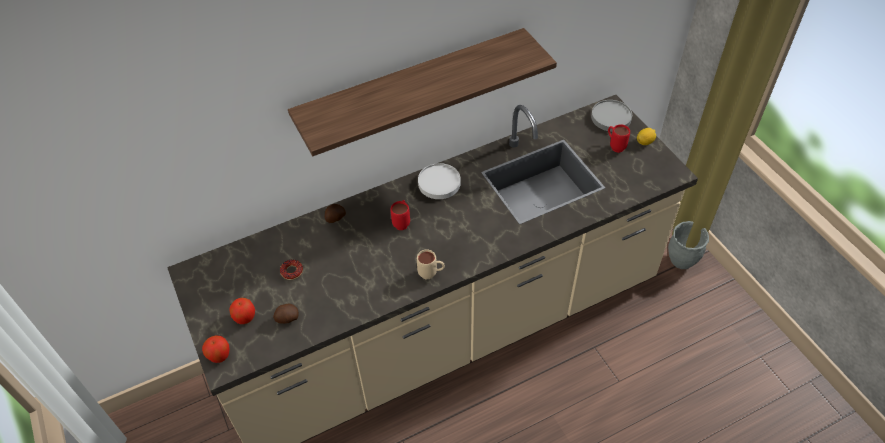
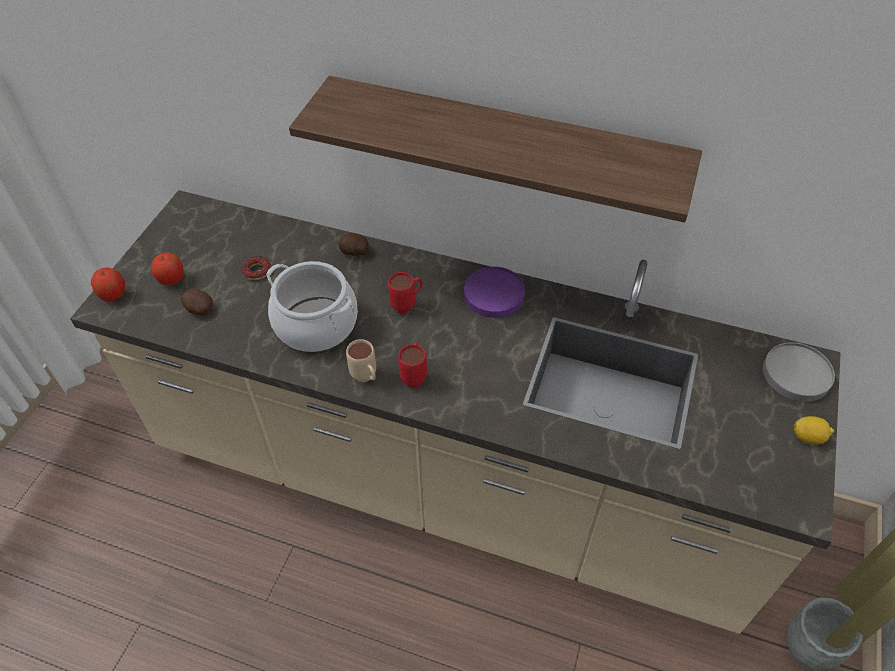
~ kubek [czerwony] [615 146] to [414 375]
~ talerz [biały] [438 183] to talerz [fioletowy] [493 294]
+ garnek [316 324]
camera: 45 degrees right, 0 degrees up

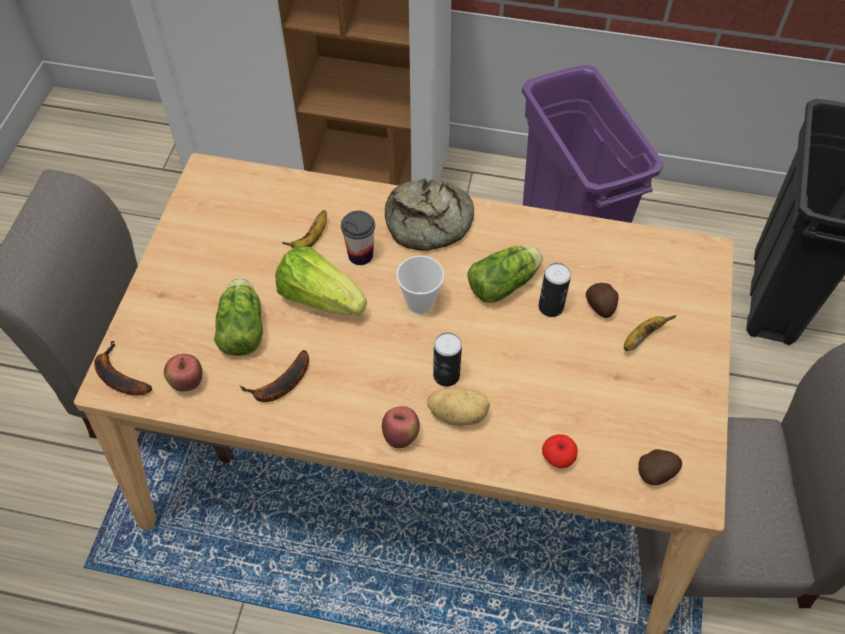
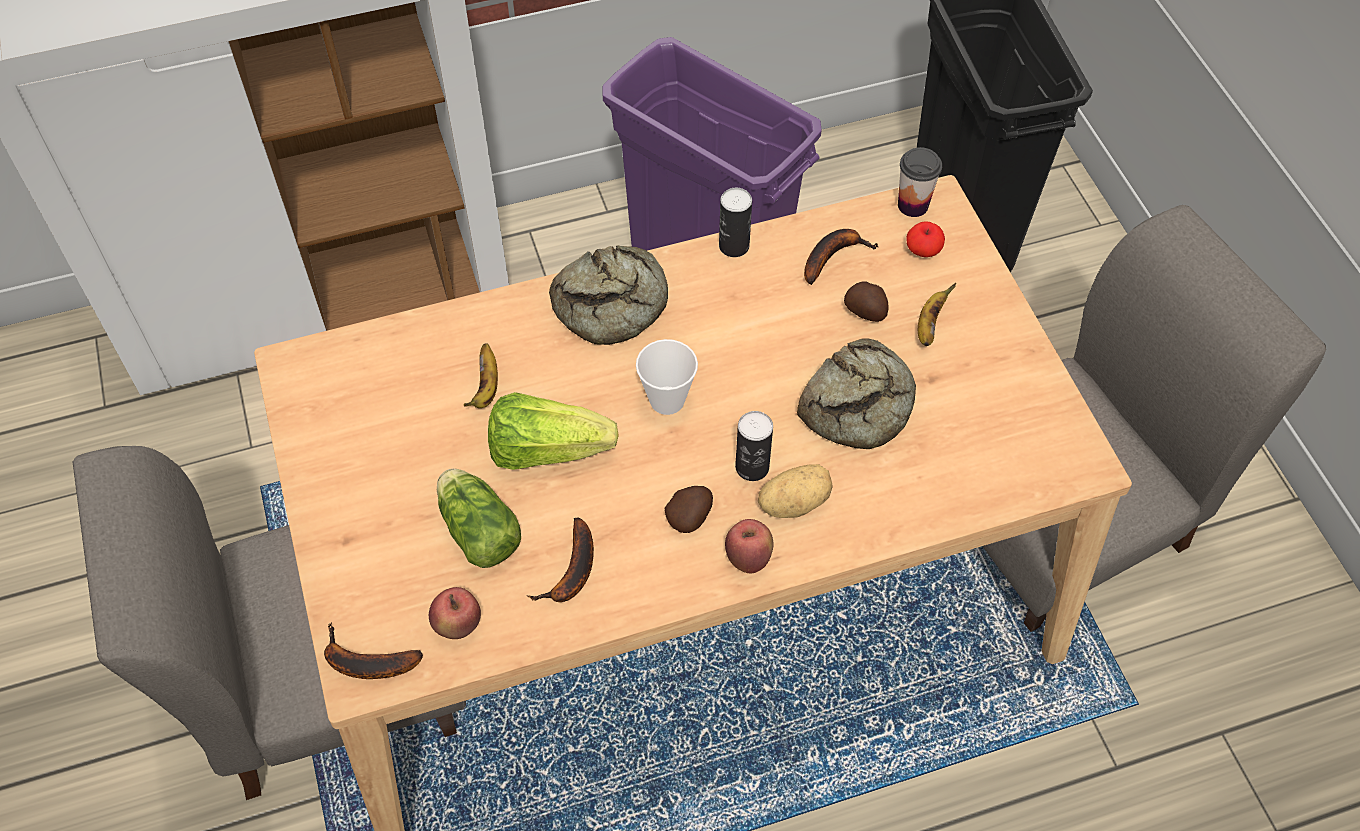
~ filiżanka [360 255] to [913 205]
- sałata [505 283]
~ puszka [551 307] to [734 246]
~ jabłko [557 458] to [922 251]
~ ziemniak [657 473] to [690 517]
+ banan [833 256]
+ chleb [860 403]
camera: 30 degrees left, 0 degrees up

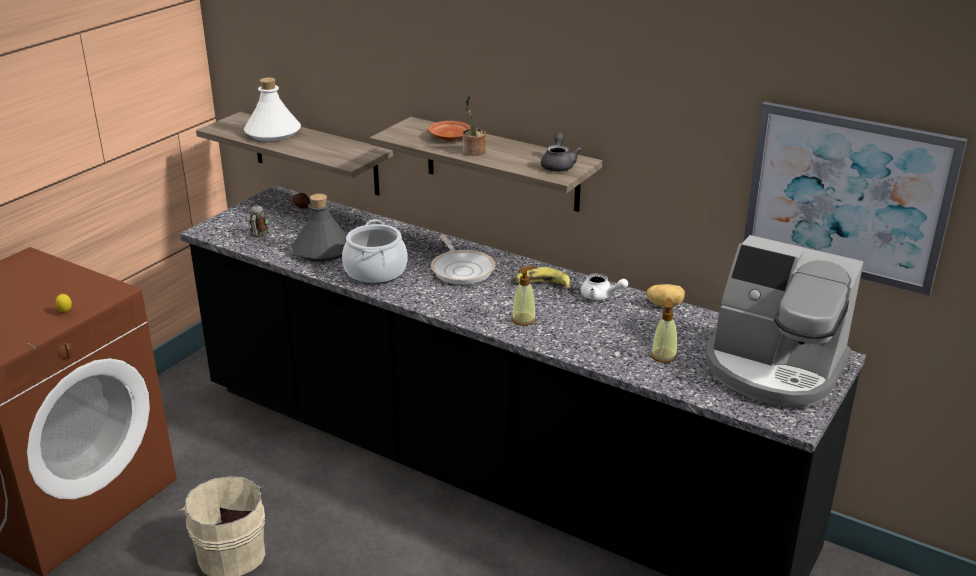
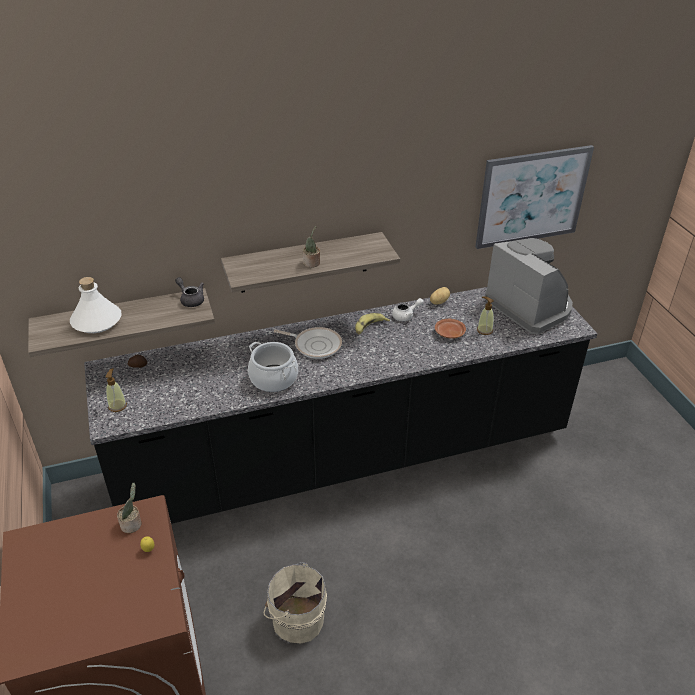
~ talerz [brązowy] [449 137] to [449 333]
~ imbryk [szary] [558 165] to [191 299]
- butelka [szary] [323 250]
- kubek [259 235]
~ ekspres do kawy [773 369] = [529 306] 105 degrees counterclockwise
~ dozownik mydła [524 319] to [117 406]
+ roślina doniczkowa [132 524]
camera: 50 degrees left, 10 degrees up

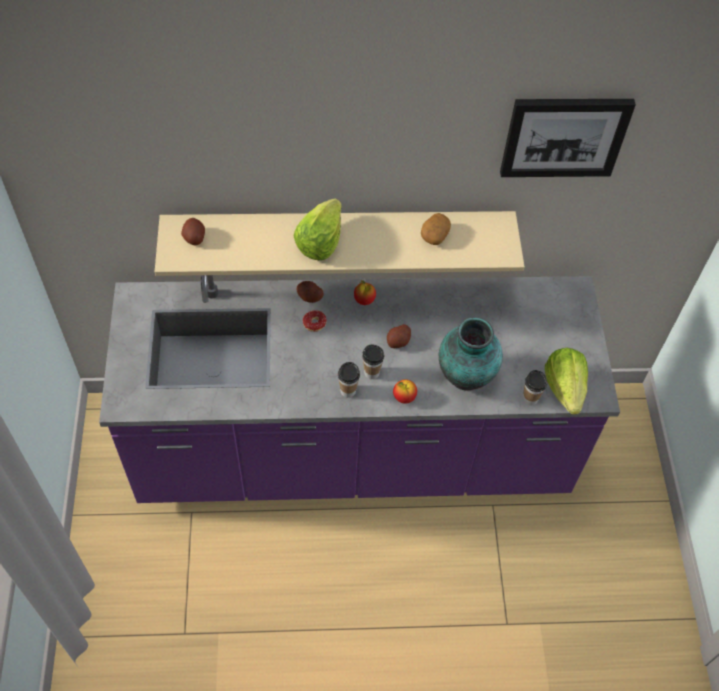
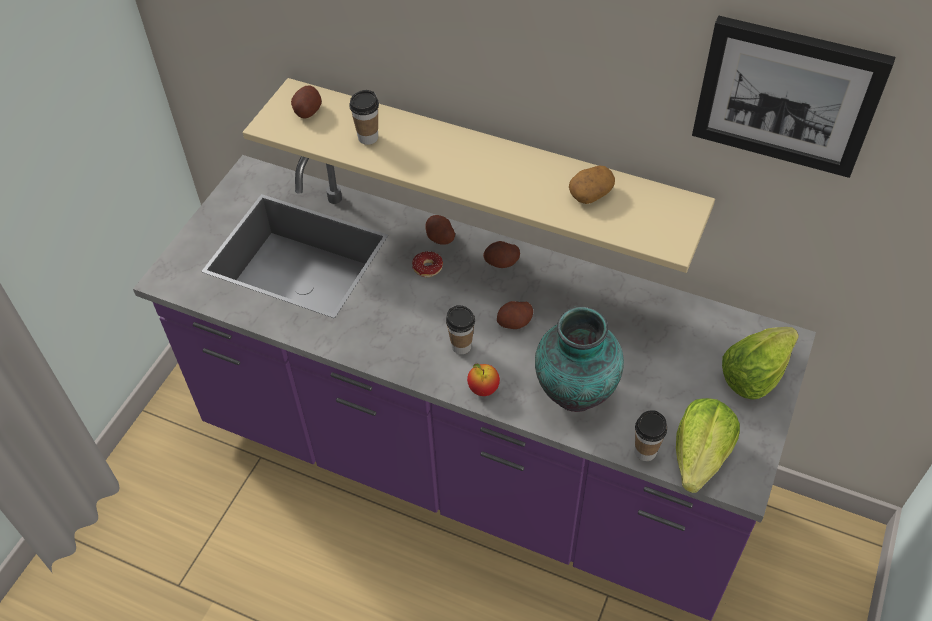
~ sałata [320 242] to [754 375]
~ jabłko [364 300] to ziemniak [501 262]
~ filiżanka [348 391] to [368 137]
camera: 30 degrees right, 5 degrees down

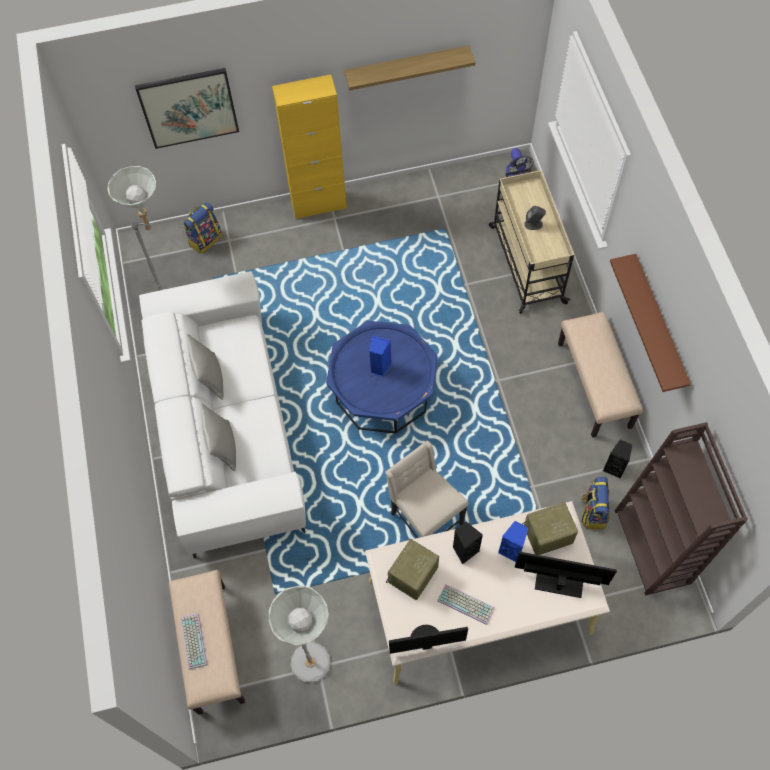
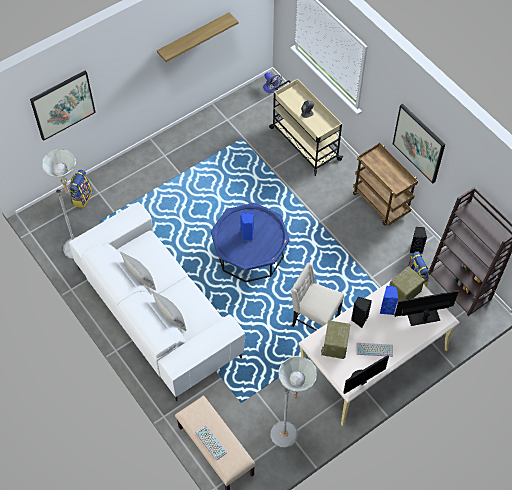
- szafka [żółty] [318 204]
~ półka [brązowy] [659 324] to obraz [419 143]
~ ławka [beżowy] [595 385] to wózek [brązowy] [381 203]
camera: 25 degrees left, 5 degrees down

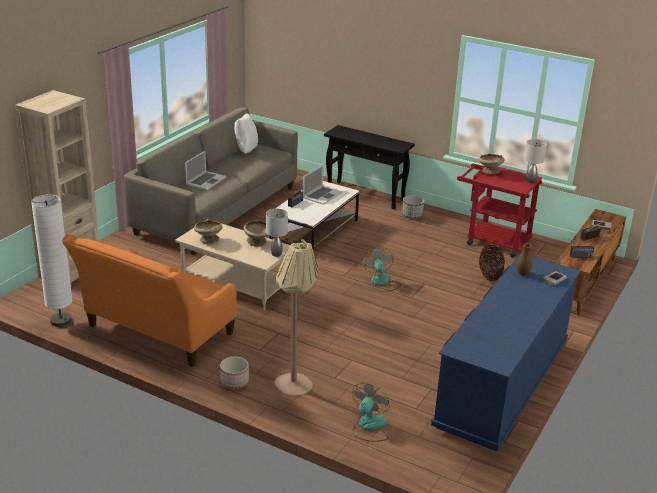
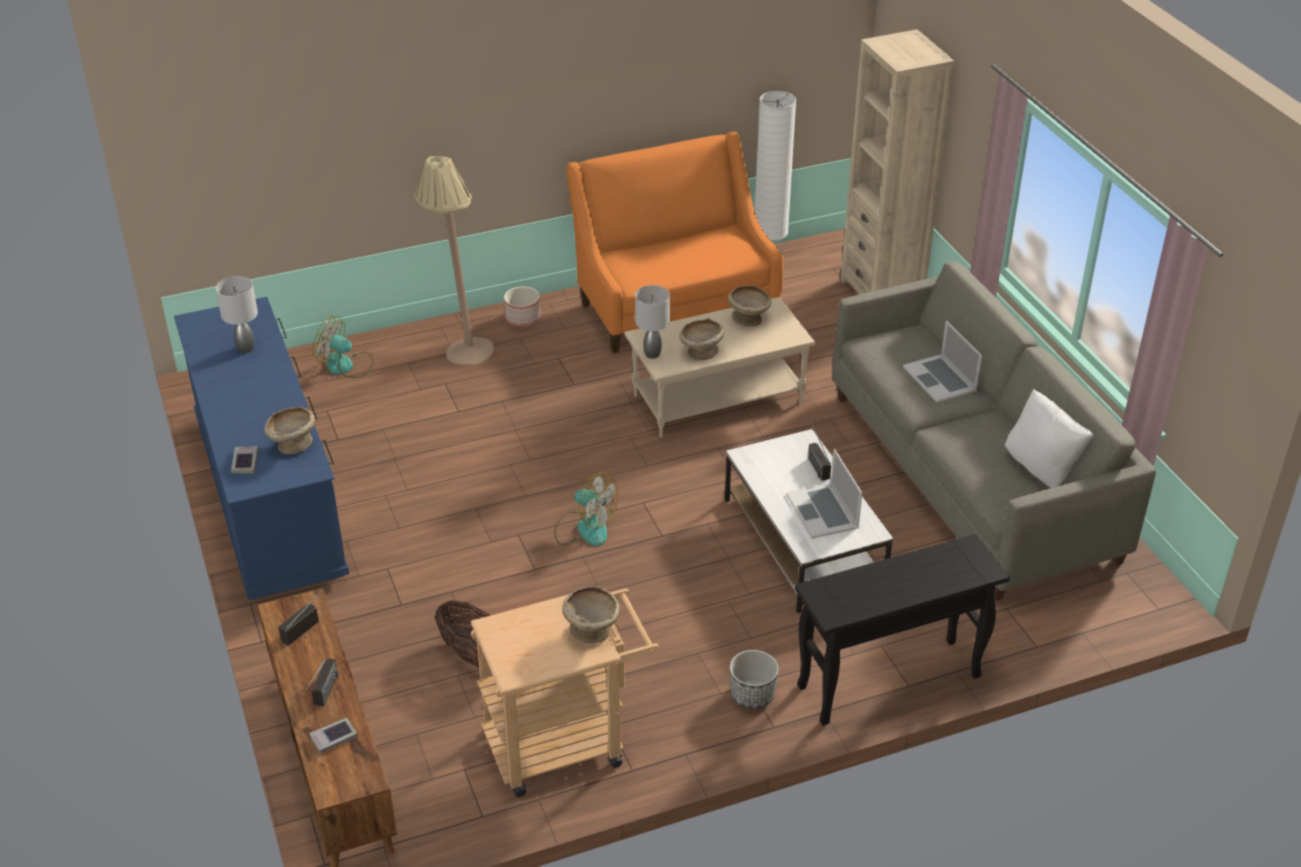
~ lampa stołowa [szary] [530 181] to [246 348]
~ wózek [czerwony] [492 240] to wózek [beżowy] [566 742]
~ wazon [brązowy] [523 274] to miska [beżowy] [293 445]
~ wentylator [369 427] = [346 366] 135 degrees clockwise
camera: 130 degrees right, 10 degrees up

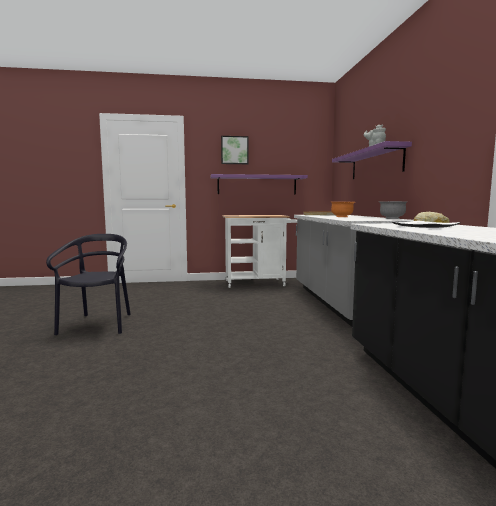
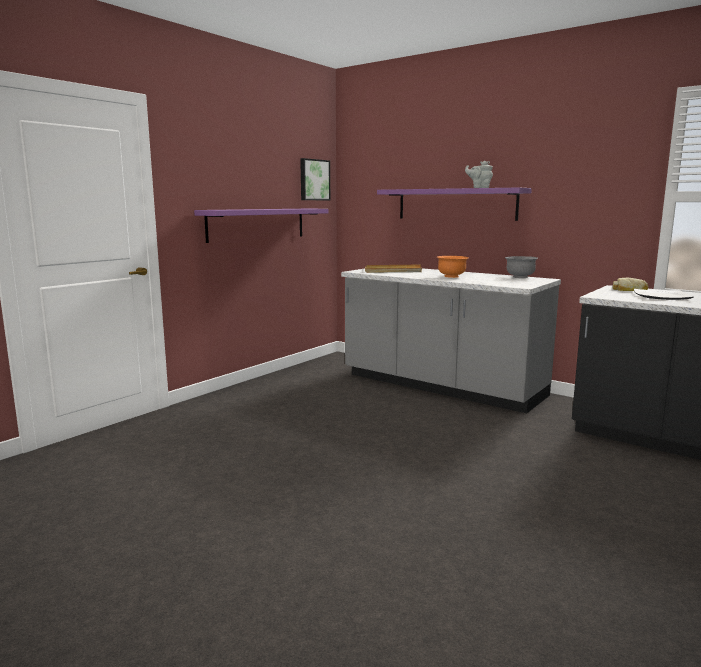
~ obraz [234 150] to [314 180]
- wózek [biały] [259 283]
- krzesło [czarny] [98 324]
camera: 45 degrees left, 5 degrees up

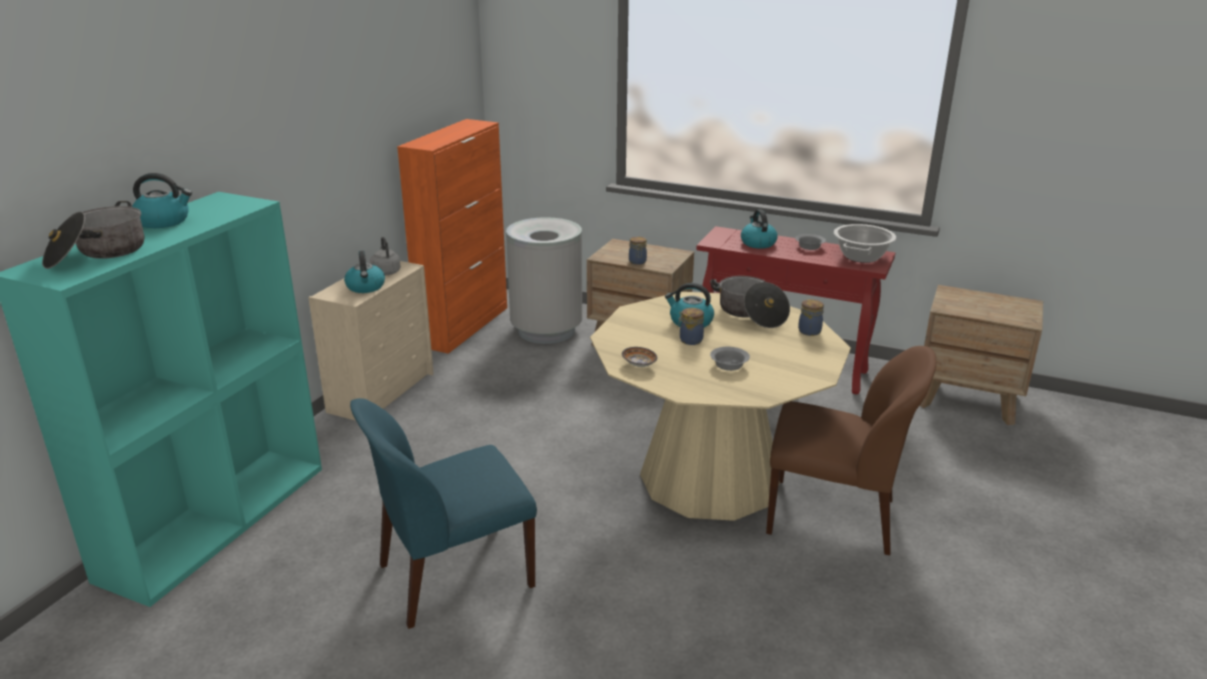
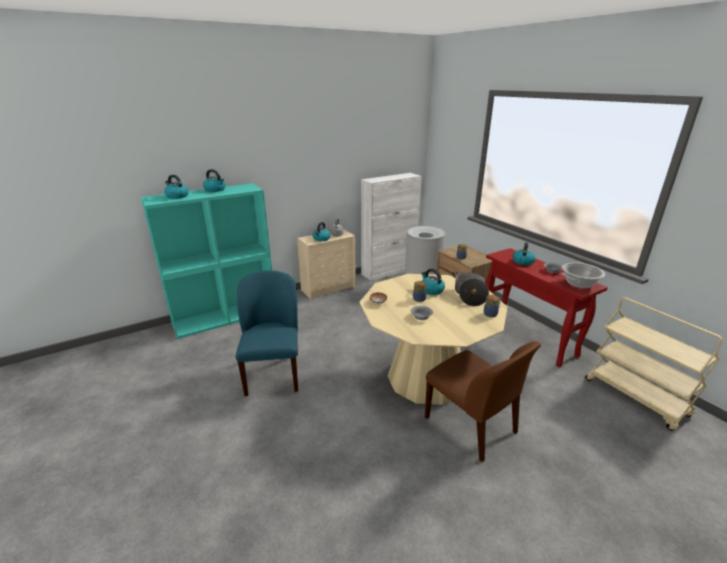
~ szafka [pomarańczowy] [464 326] to szafka [biały] [389 271]
~ garnek [97 253] to czajnik [177 196]
~ szafka nocna [brązowy] [968 400] to wózek [beżowy] [636 397]
~ krzesło [niebieski] [452 576] = [273 372] 75 degrees clockwise
camera: 35 degrees right, 0 degrees up

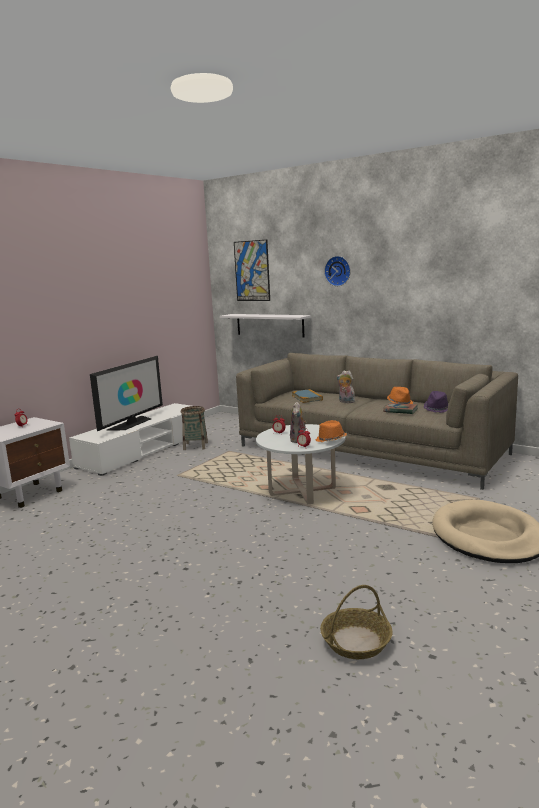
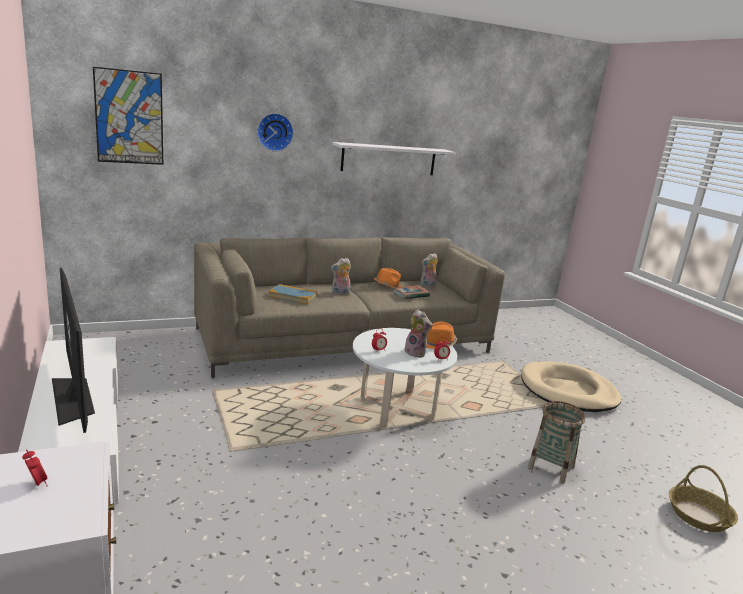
~ półka [biały] [269 325] to [389 159]
~ kapelusz [fioletowy] [437 409] to pluszak [427 286]
~ koszyk [195 446] to [551 468]
camera: 60 degrees left, 5 degrees up

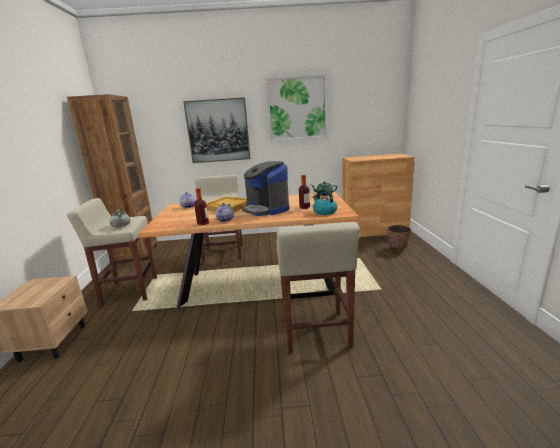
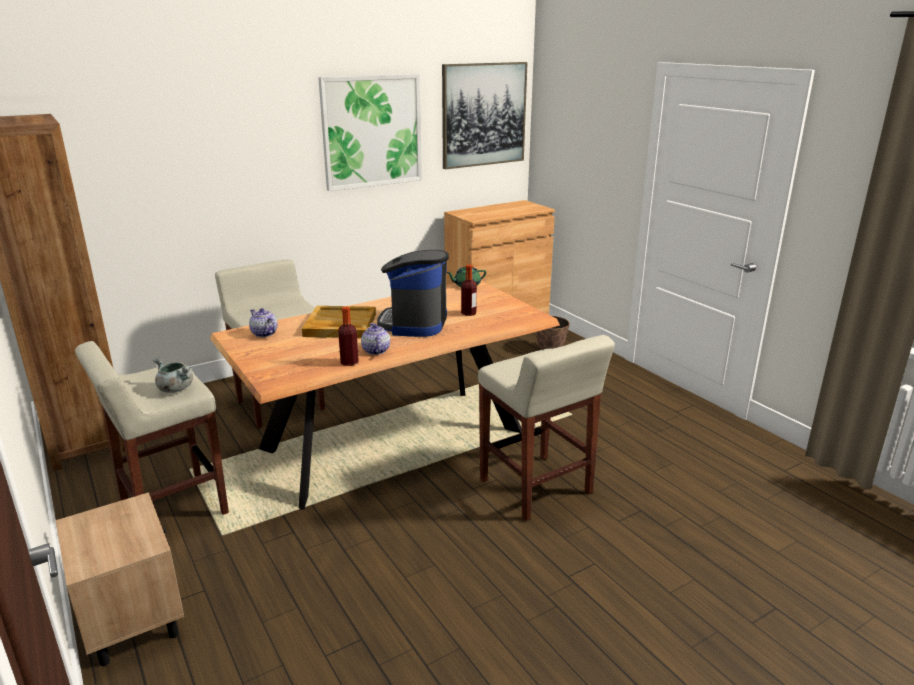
~ obraz [218 131] to [483 115]
~ ekspres do kawy [266 209] = [414 323] 75 degrees clockwise
- czajnik [324 212]
camera: 30 degrees left, 5 degrees up

